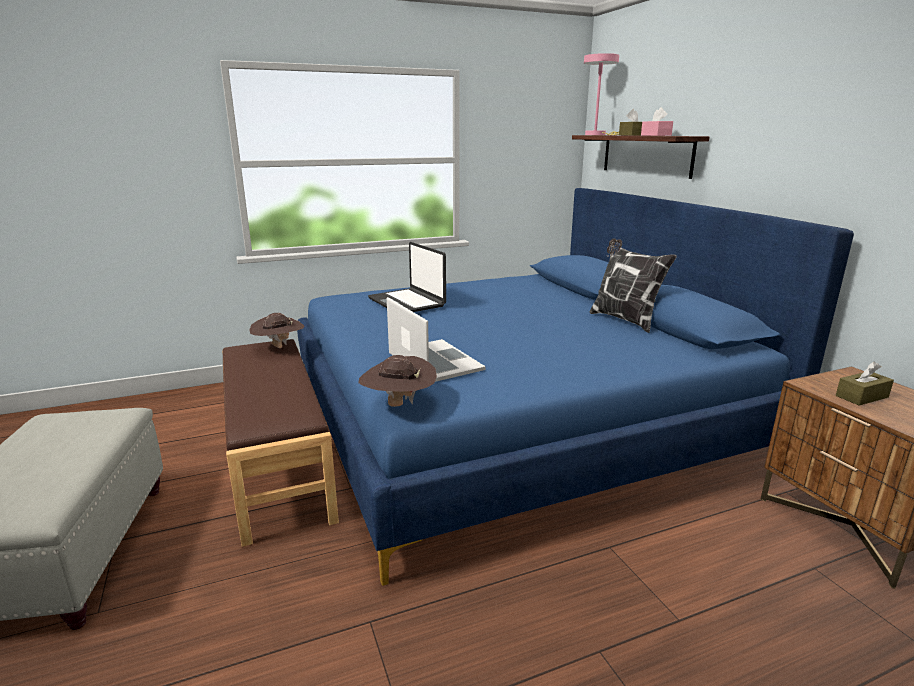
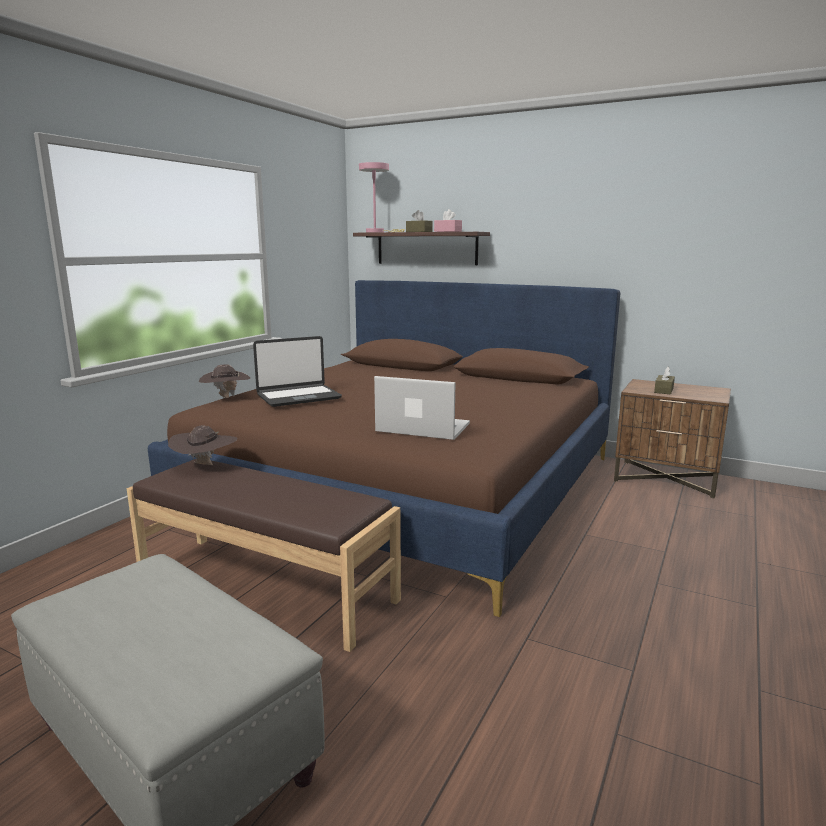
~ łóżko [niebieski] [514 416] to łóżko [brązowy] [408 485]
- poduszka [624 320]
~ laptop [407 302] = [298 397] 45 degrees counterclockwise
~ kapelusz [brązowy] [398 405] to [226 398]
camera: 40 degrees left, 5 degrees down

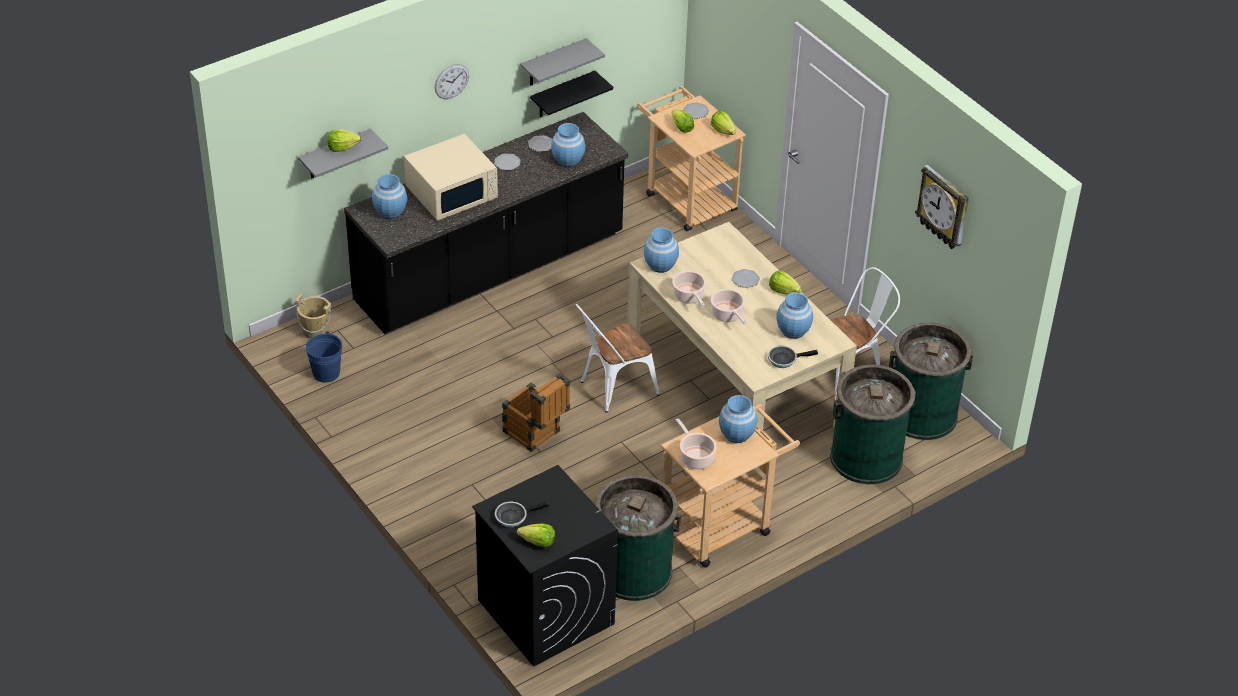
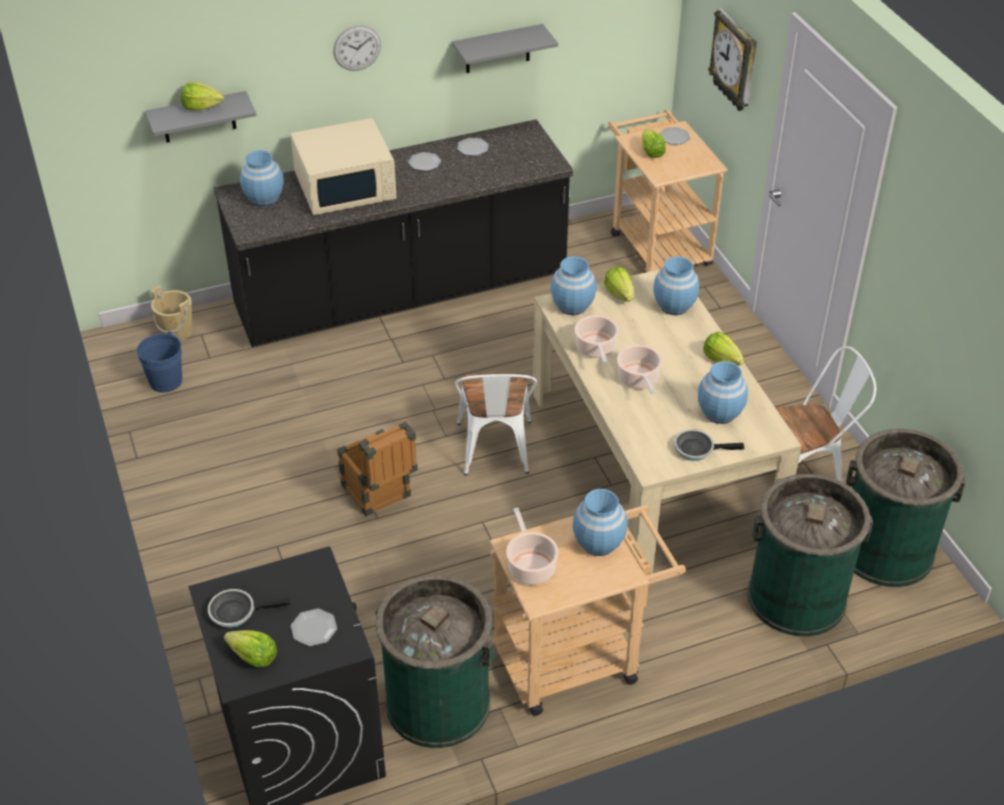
- półka [czarny] [562 95]
~ sałata [723 130] to [619 294]
~ wazon [niebieski] [568 160] to [674 305]
~ zegar ścienny [944 207] to [735 61]
~ talerz [745 279] to [313 628]
~ krzesło [biały] [613 388] = [495 453] 75 degrees counterclockwise
camera: 15 degrees right, 0 degrees up

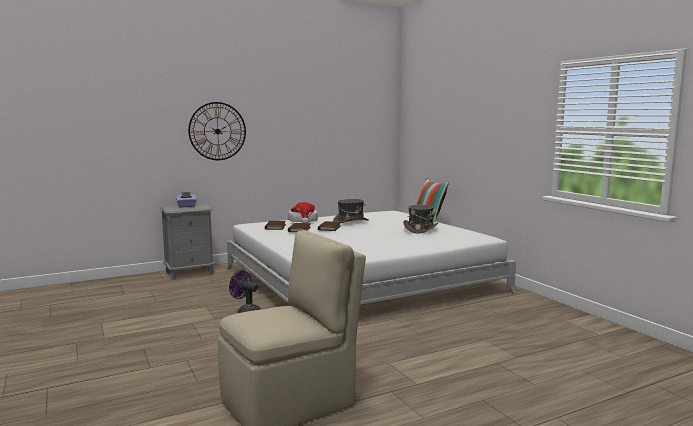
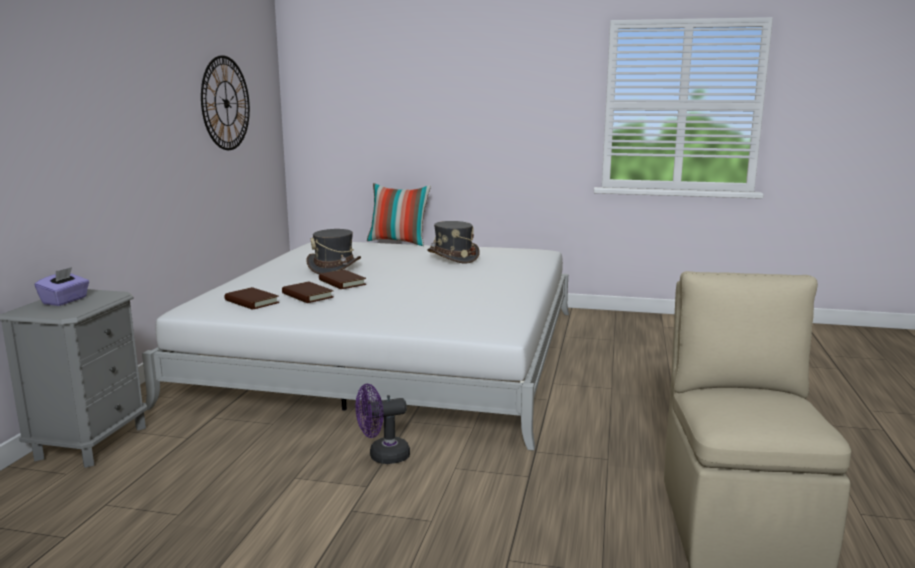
~ zegar ścienny [217 131] to [226 103]
- kapelusz [303 221]
camera: 50 degrees left, 5 degrees up

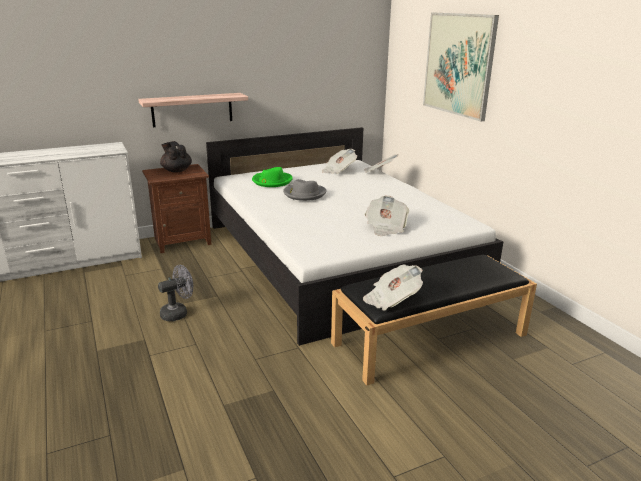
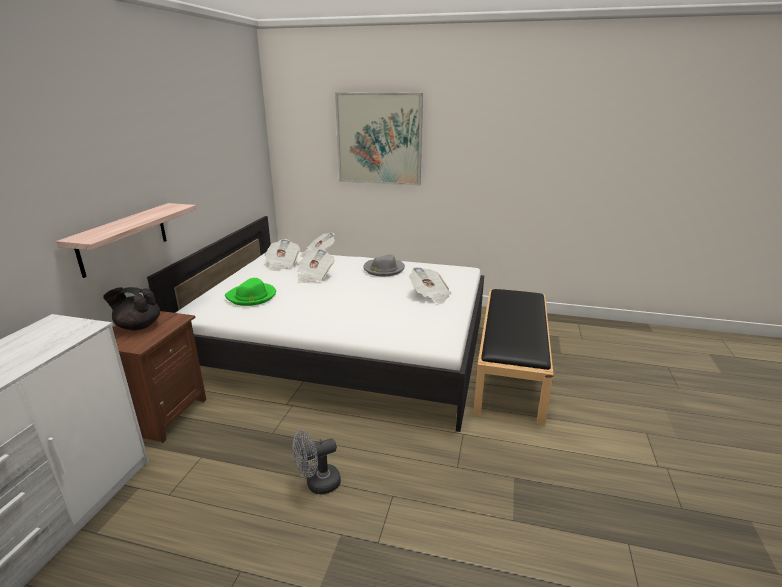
~ kapelusz [szary] [304 194] to [383 269]
~ gazeta [391 300] to [314 276]
~ wentylator [szary] [178 313] = [318 484] 120 degrees counterclockwise
camera: 50 degrees left, 0 degrees up

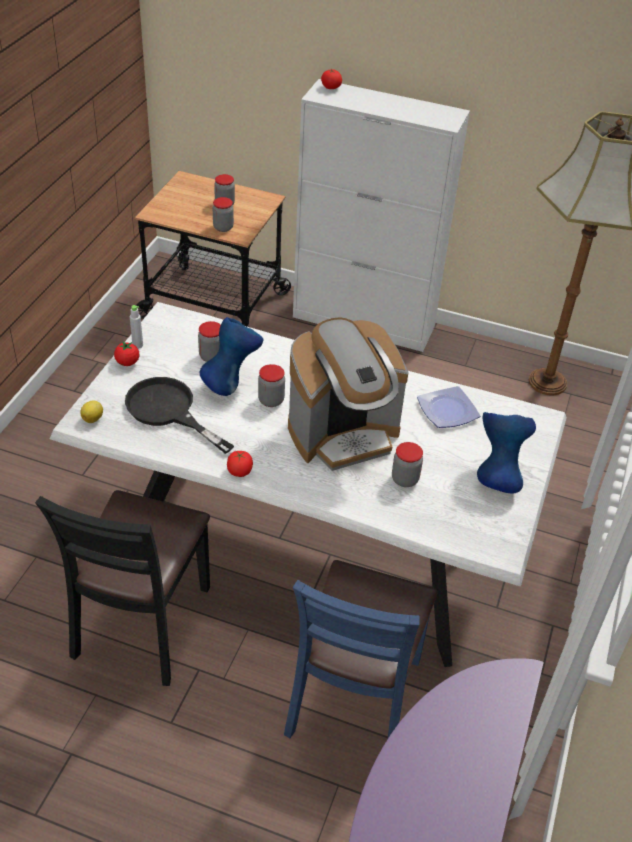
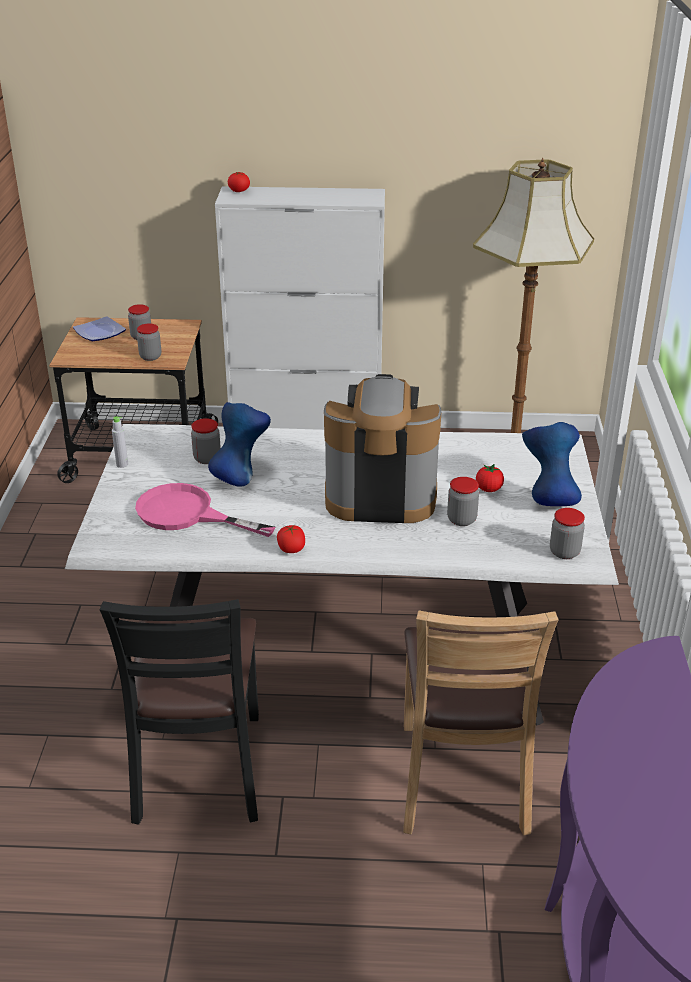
~ ekspres do kawy [343 434] = [380 495] 135 degrees counterclockwise
~ pomidor [127 362] to [488 489]
~ słoik [271 400] to [564 552]
~ patelnia [czarny] [168 411] to patelnia [różowy] [187 514]
~ talerz [448 410] to [100 332]
- cytryna [93 418]
~ krzesło [niebieski] [355 699] to krzesło [brązowy] [461 779]
camera: 15 degrees left, 10 degrees down

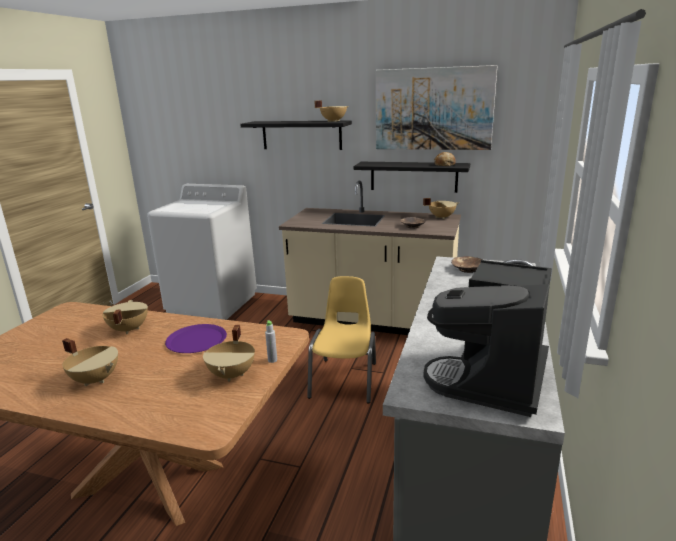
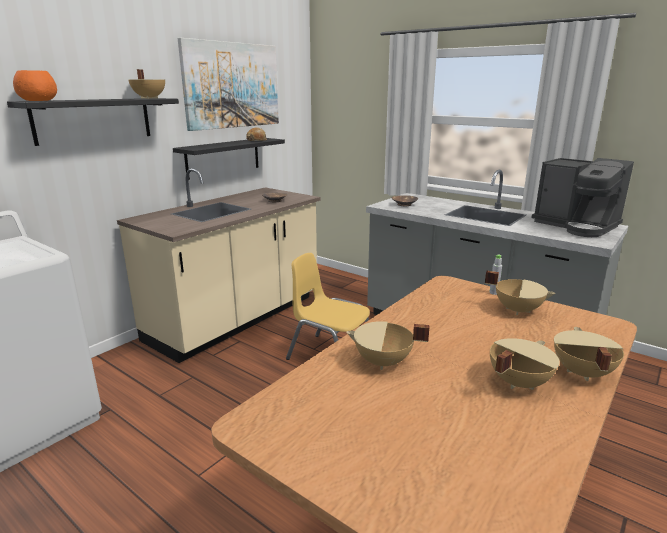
~ garnek [beżowy] [441 217] to [581 373]
- talerz [fioletowy] [196 340]
+ miska [pomarańczowy] [38 100]
camera: 70 degrees left, 0 degrees up

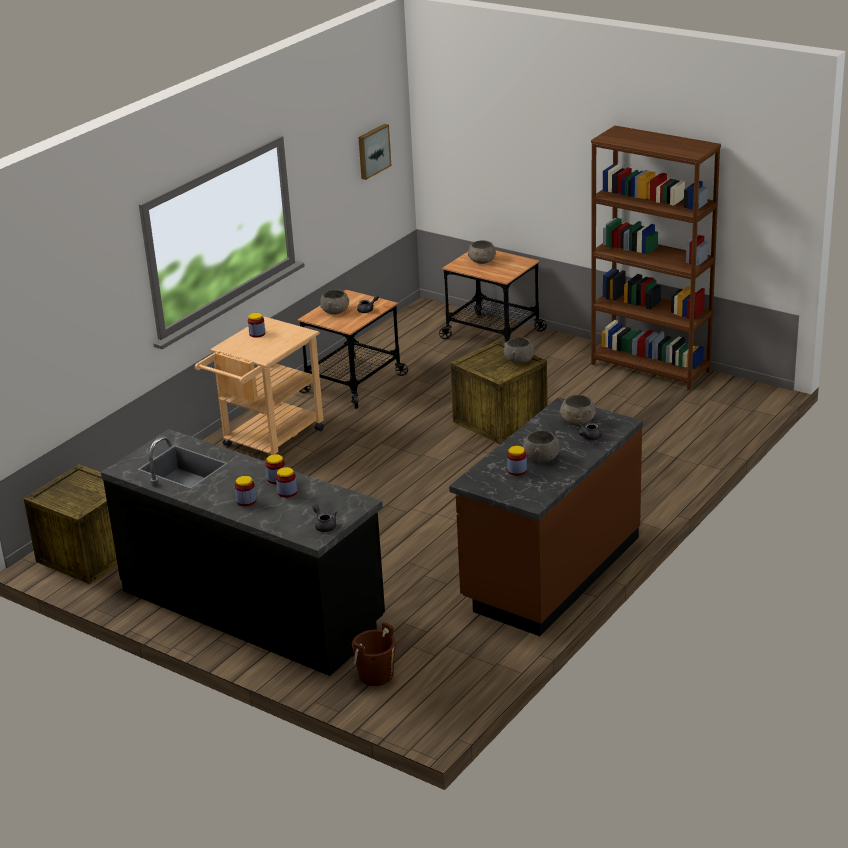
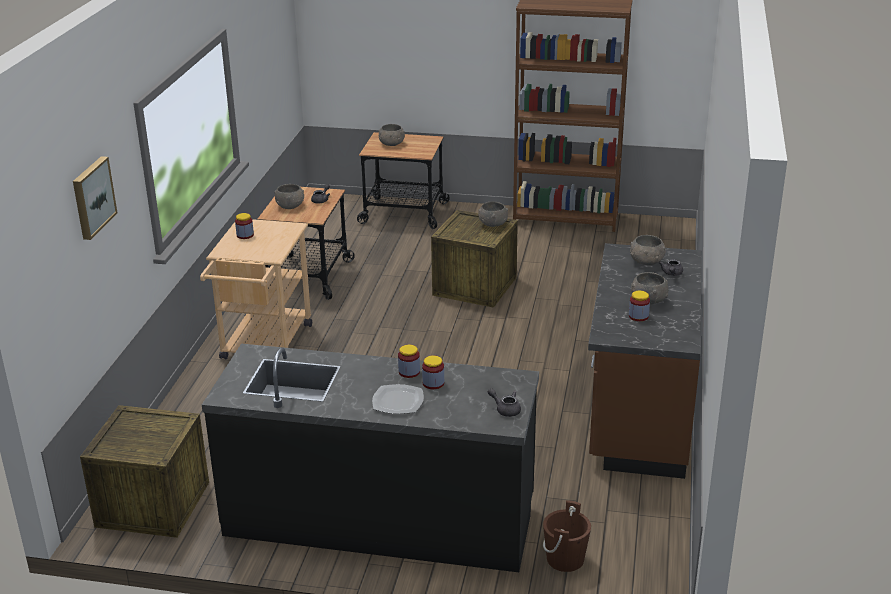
~ obraz [373 151] to [92 197]
~ słoik [246 501] to talerz [397 401]
camera: 25 degrees left, 0 degrees up

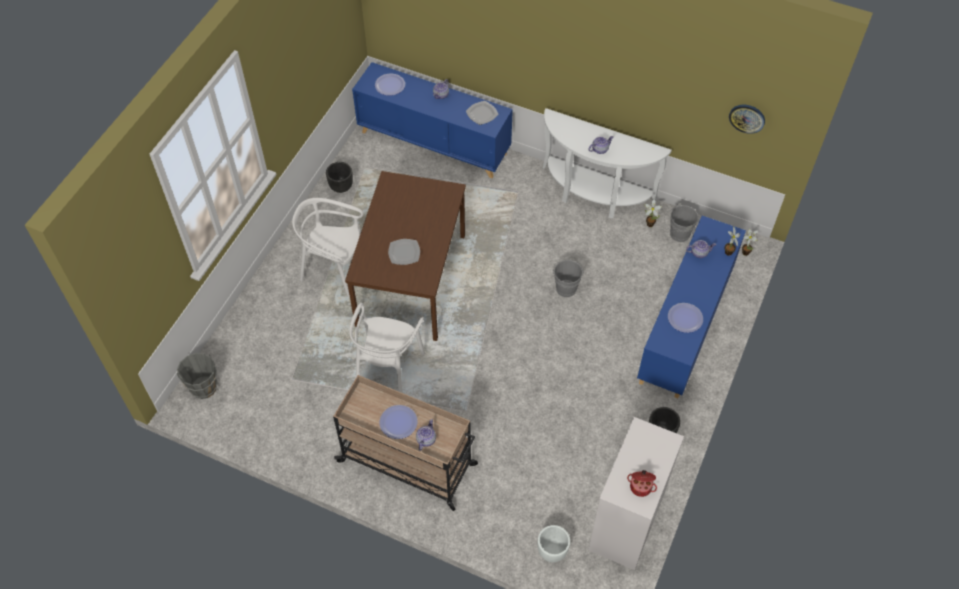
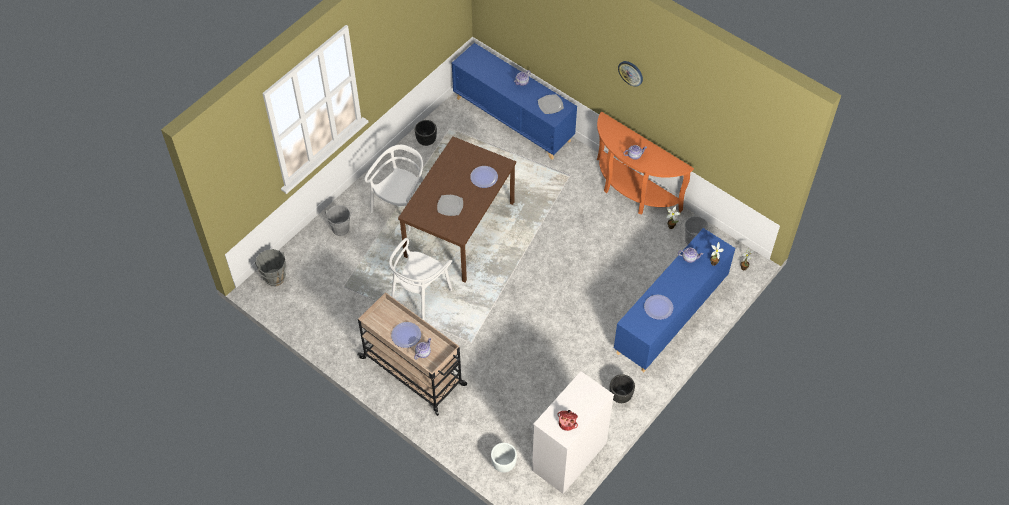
~ talerz [390 85] to [484 177]
~ zegar ścienny [747 118] to [631 73]
~ stolik konsolowy [biały] [593 196] to stolik konsolowy [pomarańczowy] [631 192]
~ krzesło [biały] [334 269] = [401 207] 90 degrees clockwise
~ wiadro [szary] [566 286] to [341 227]
camera: 15 degrees right, 0 degrees up

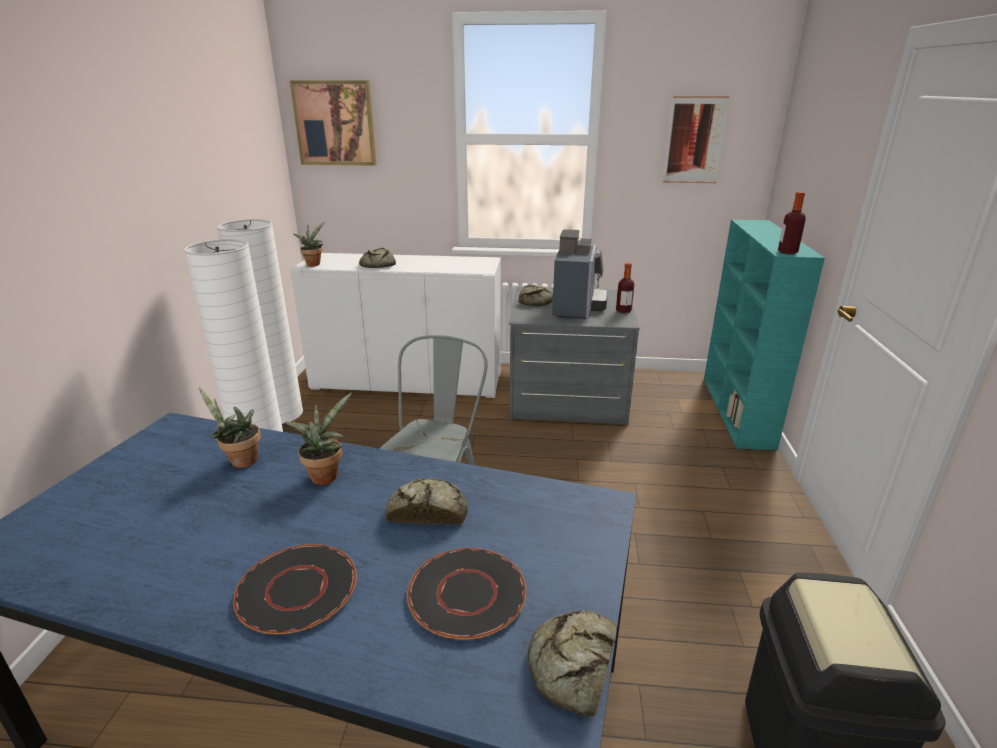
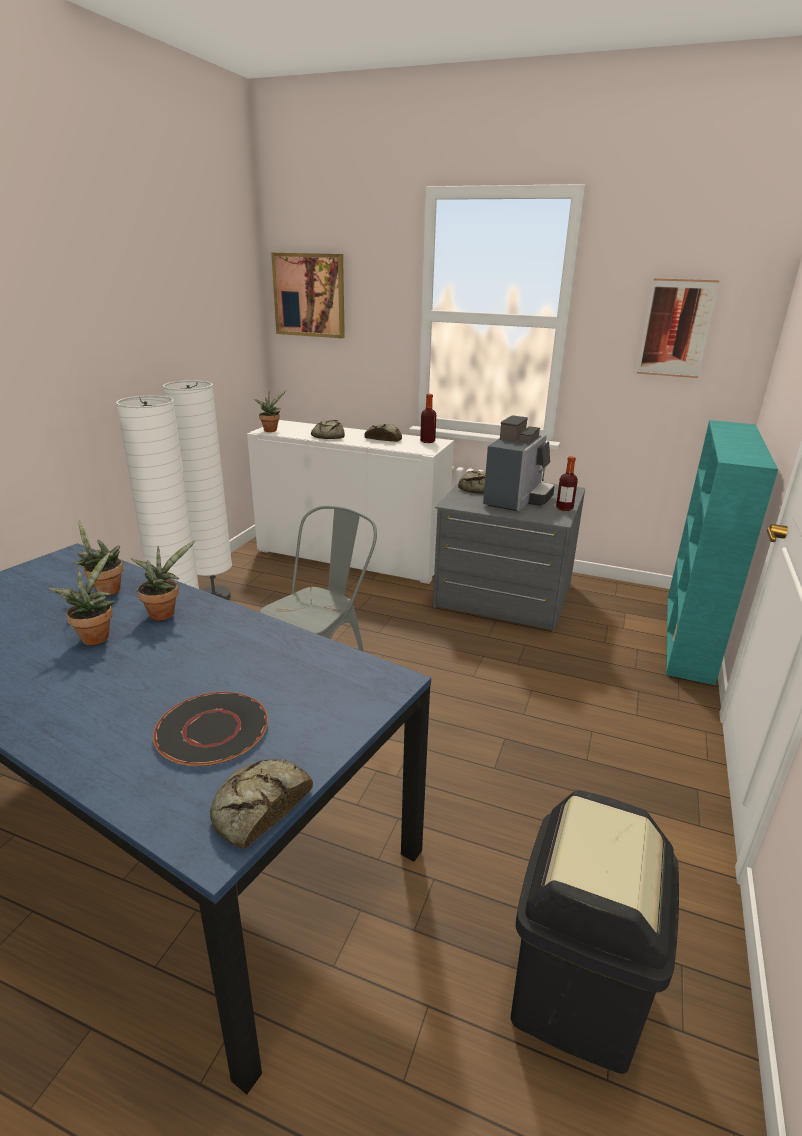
~ butelka [787 252] to [427 441]
~ chleb [427 510] to [384 438]
- talerz [czarny] [297 590]
+ roślina doniczkowa [95 636]
camera: 15 degrees right, 0 degrees up

